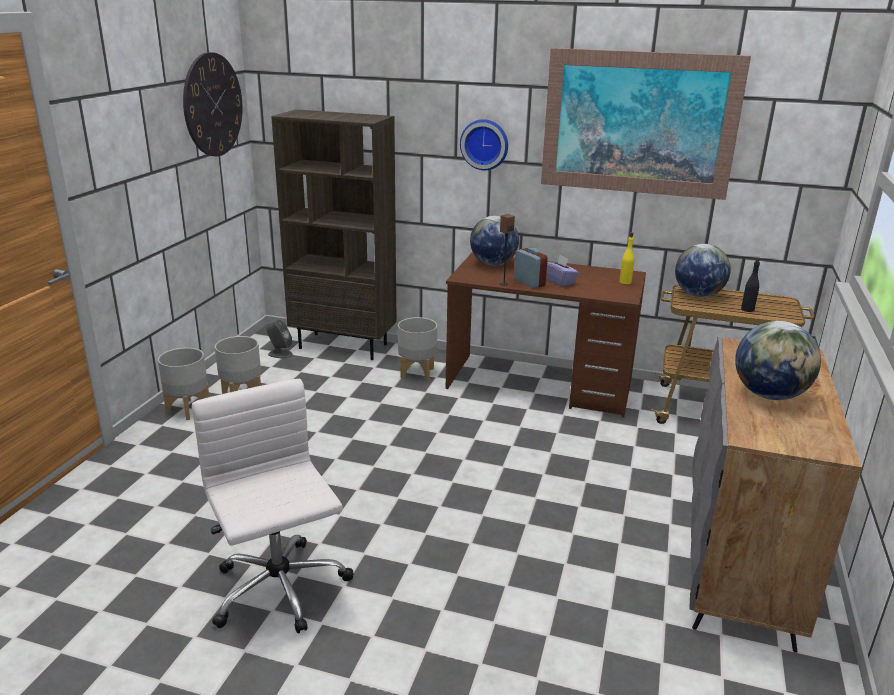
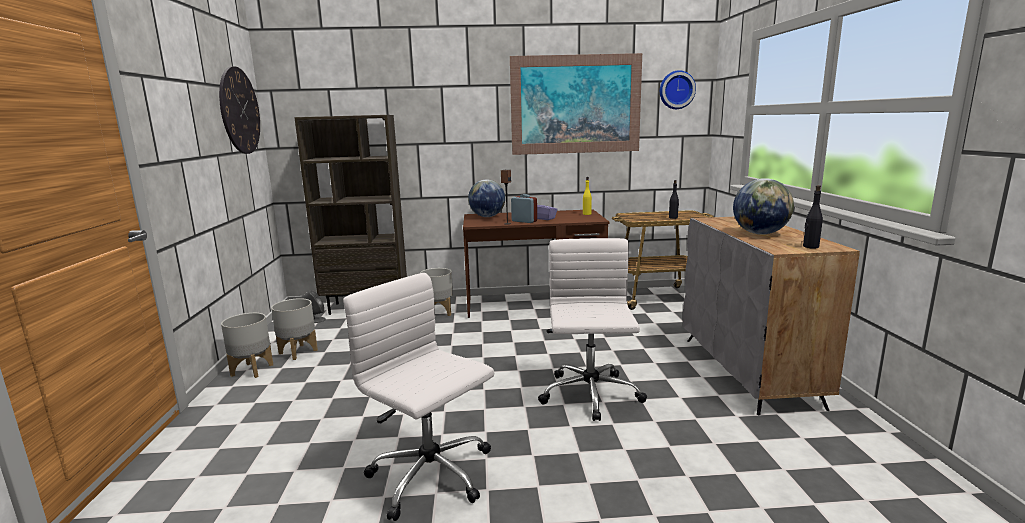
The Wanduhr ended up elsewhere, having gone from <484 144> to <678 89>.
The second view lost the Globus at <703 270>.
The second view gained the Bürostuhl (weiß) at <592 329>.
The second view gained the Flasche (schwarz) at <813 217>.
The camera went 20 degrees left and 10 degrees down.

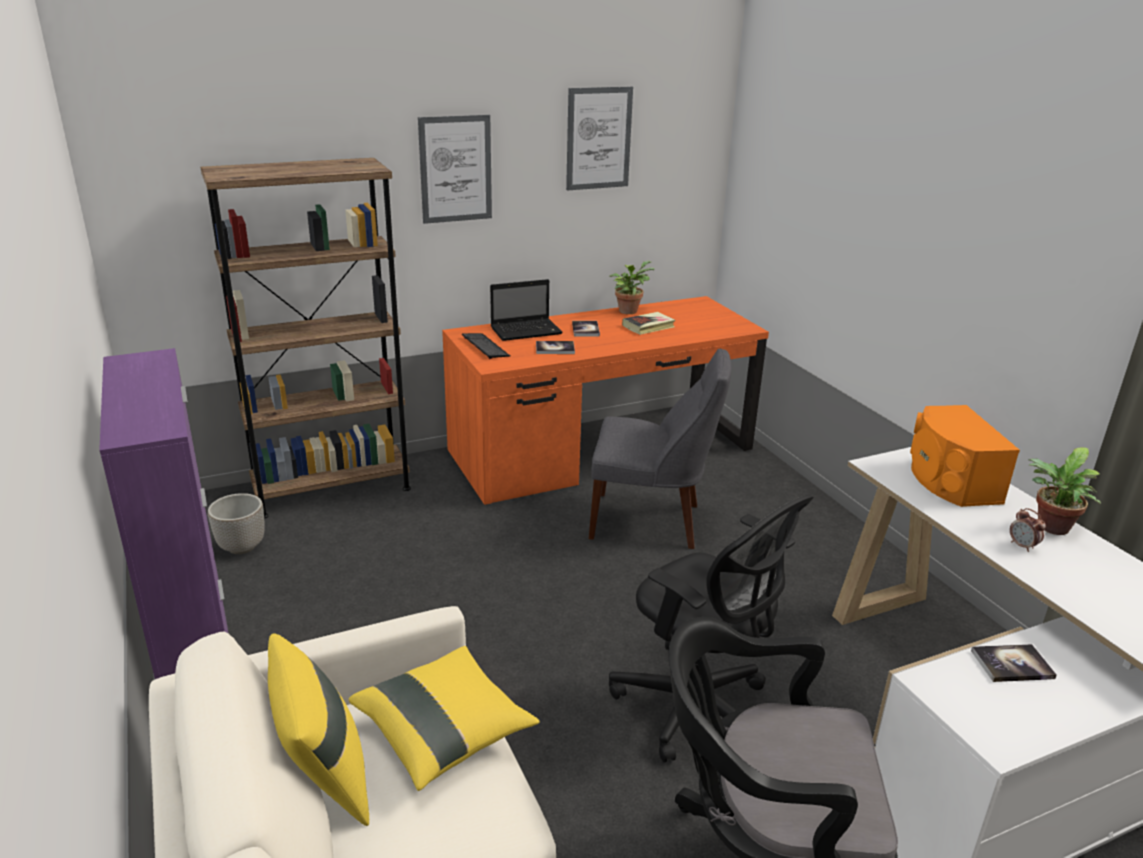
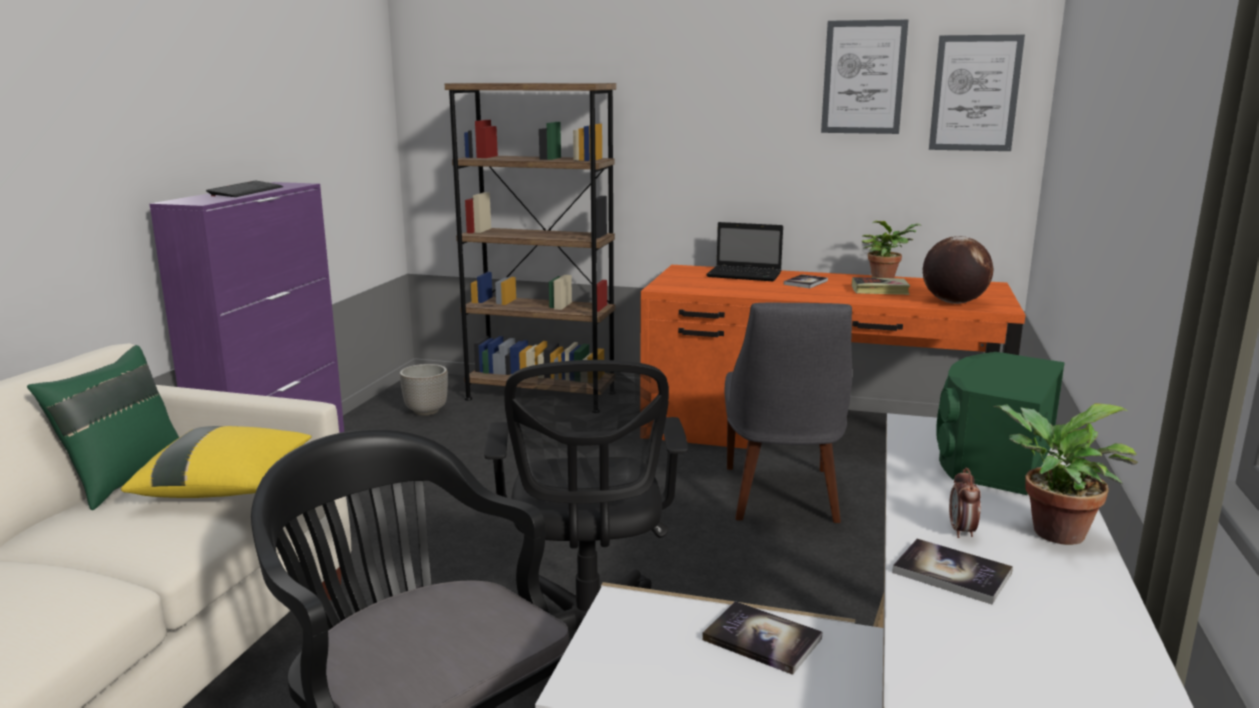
What was the Kissen (gelb) at <318 729> turned into the Kissen (grün) at <103 427>.
The Bild ended up elsewhere, having gone from <455 169> to <977 93>.
The Tastatur ended up elsewhere, having gone from <486 346> to <244 189>.
The Buch ended up elsewhere, having gone from <555 347> to <952 571>.
The Stuhl (grau) at <660 448> ended up facing another way, 45 degrees clockwise from before.
What was the Lautsprecher (orange) at <965 456> turned into the Lautsprecher (grün) at <1000 423>.
The second view gained the Globus at <957 270>.
The camera went 40 degrees right and 10 degrees down.

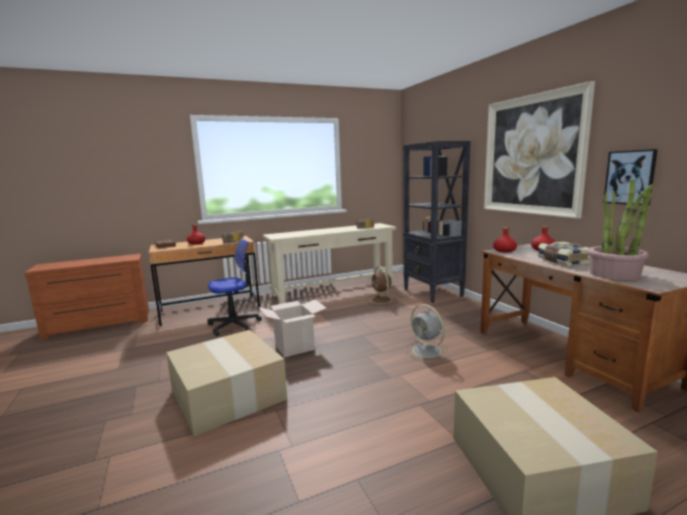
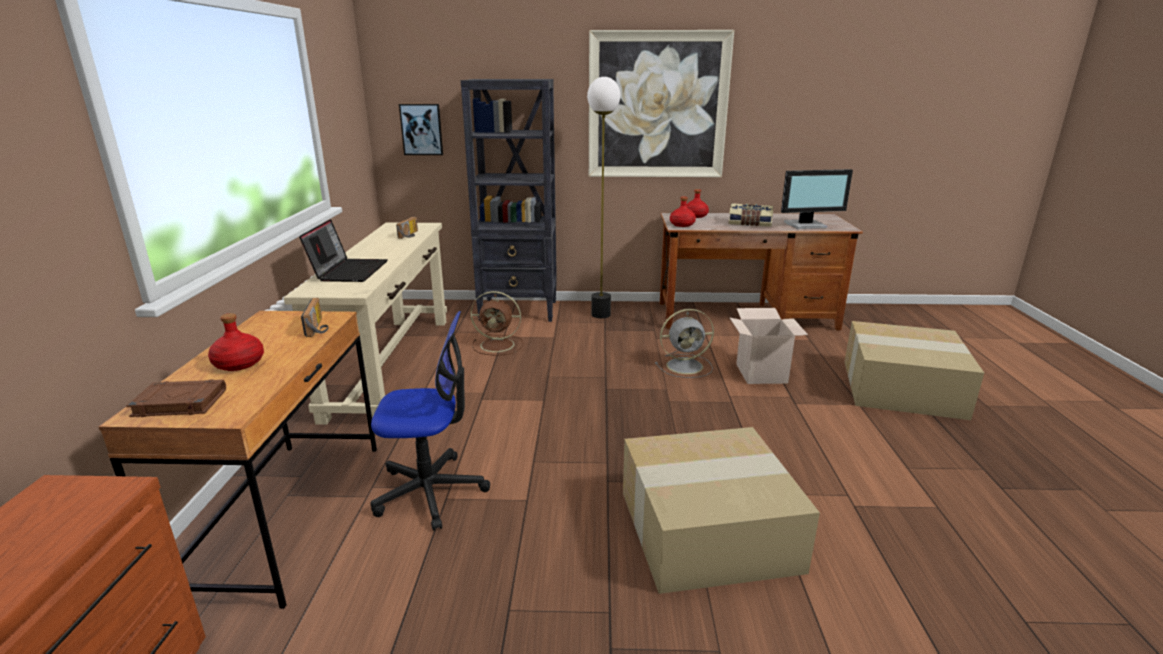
The Bürostuhl at <234 287> ended up facing another way, 90 degrees clockwise from before.
The Karton ended up elsewhere, having gone from <292 328> to <769 346>.
Where the Topfpflanze stood at <620 229>, the Monitor came to stand at <817 199>.
The Bild ended up elsewhere, having gone from <630 177> to <421 129>.
The second view gained the Laptop at <343 250>.
The second view gained the Stehlampe at <603 197>.
The camera went 65 degrees left and 10 degrees up.

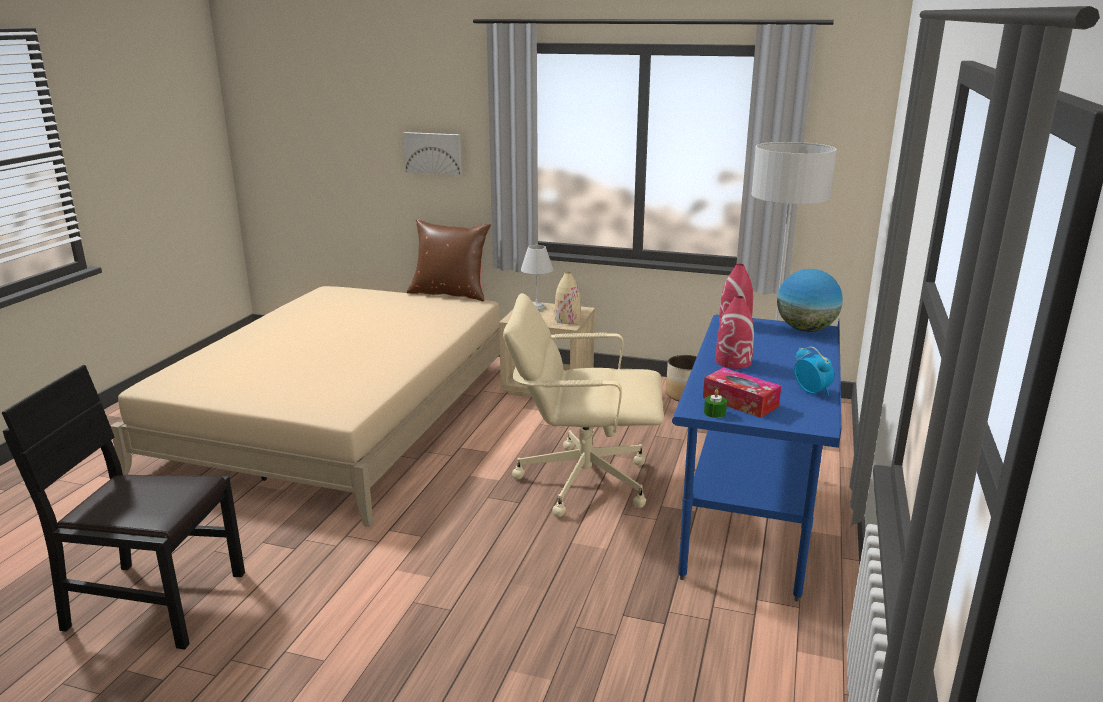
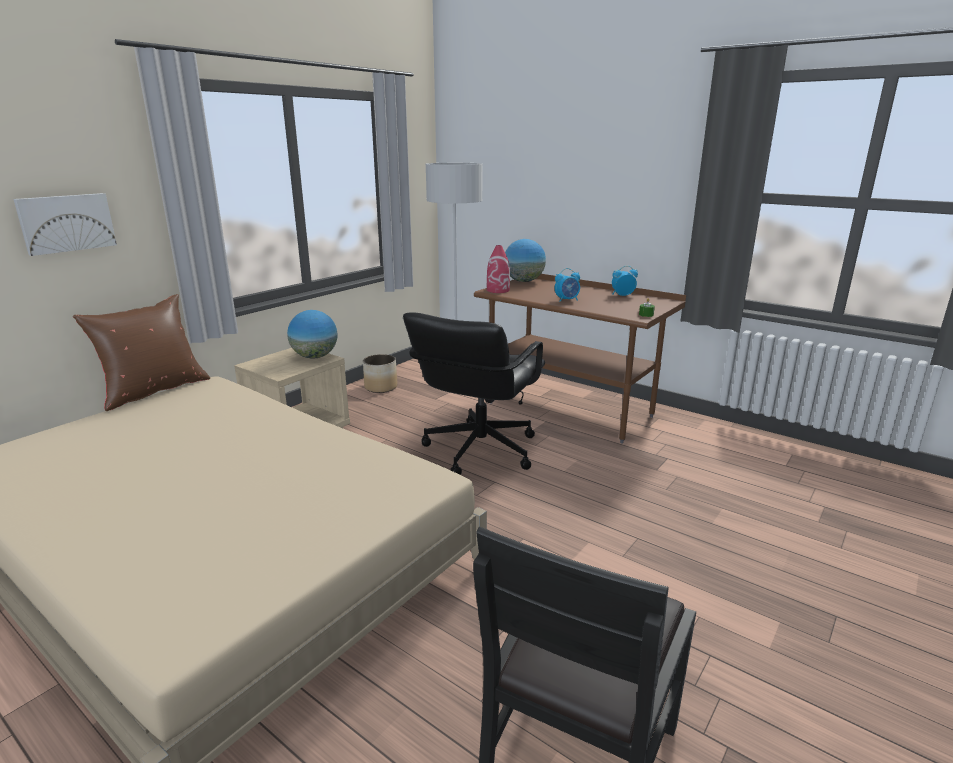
What was the Bürostuhl (beige) at <583 405> turned into the Bürostuhl (schwarz) at <474 393>.
The second view lost the Tischlampe (weiß) at <537 278>.
Where the Vase (beige) stood at <568 298>, the Globus came to stand at <312 334>.
What was the Schreibtisch (blau) at <757 458> turned into the Schreibtisch (braun) at <580 358>.
The second view lost the Taschentuchbox at <742 392>.
Where the Vase (rot) stood at <735 332>, the Wecker came to stand at <567 285>.
The camera went 70 degrees left and 0 degrees up.

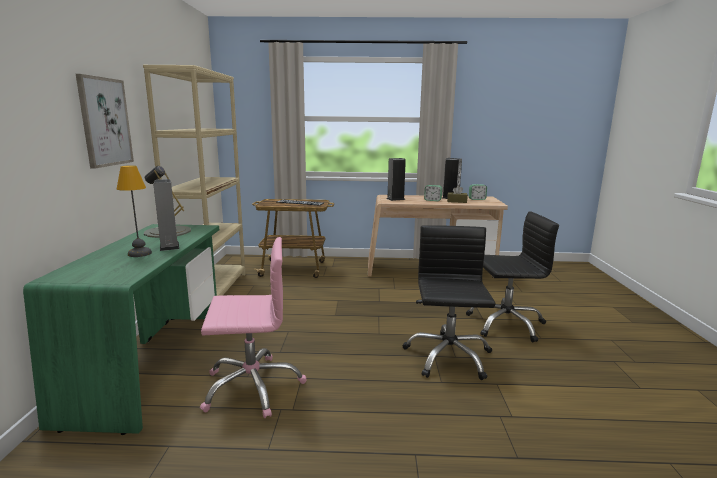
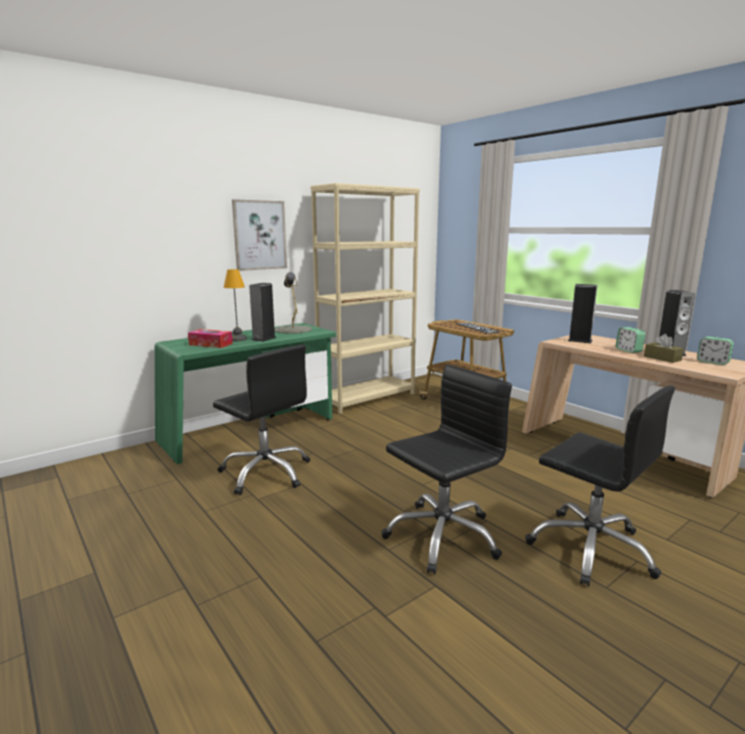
What was the Bürostuhl (rosa) at <253 327> turned into the Bürostuhl (schwarz) at <261 420>.
The second view gained the Taschentuchbox at <210 338>.
The camera went 50 degrees right and 0 degrees up.

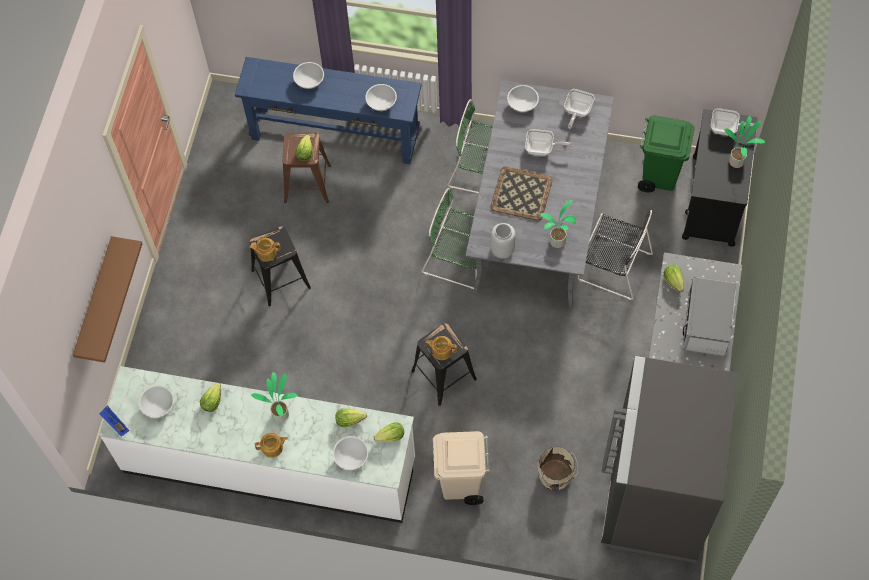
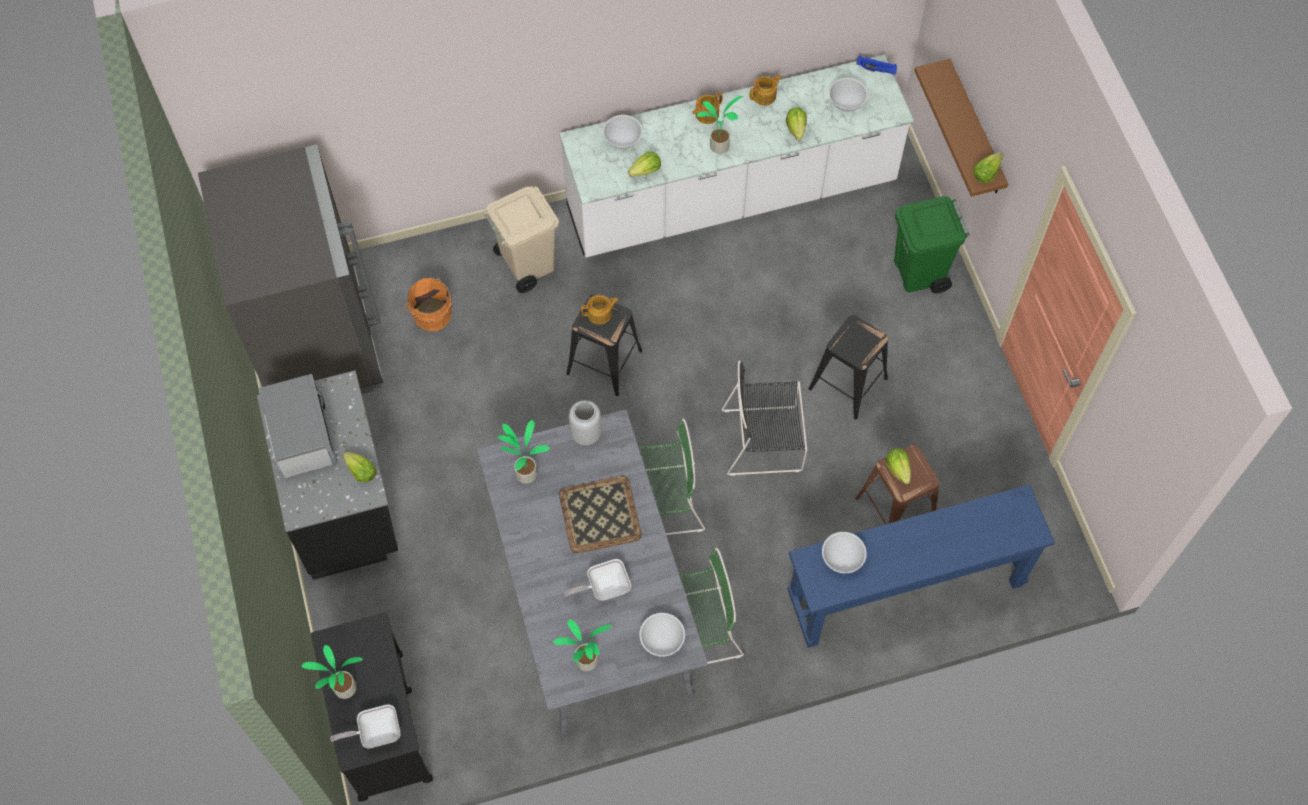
The Teekanne ended up elsewhere, having gone from <265 250> to <765 90>.
The second view lost the Schüssel (weiß) at <308 75>.
The Salatkopf ended up elsewhere, having gone from <389 432> to <988 168>.
What was the Eimer (beige) at <558 468> turned into the Eimer (orange) at <428 304>.
Where the Pfanne stood at <579 109>, the Topfpflanze came to stand at <582 645>.
The Stuhl (schwarz) ended up elsewhere, having gone from <615 255> to <764 418>.
The Mülleimer (grün) ended up elsewhere, having gone from <666 154> to <932 244>.
The camera went 150 degrees right and 0 degrees up.

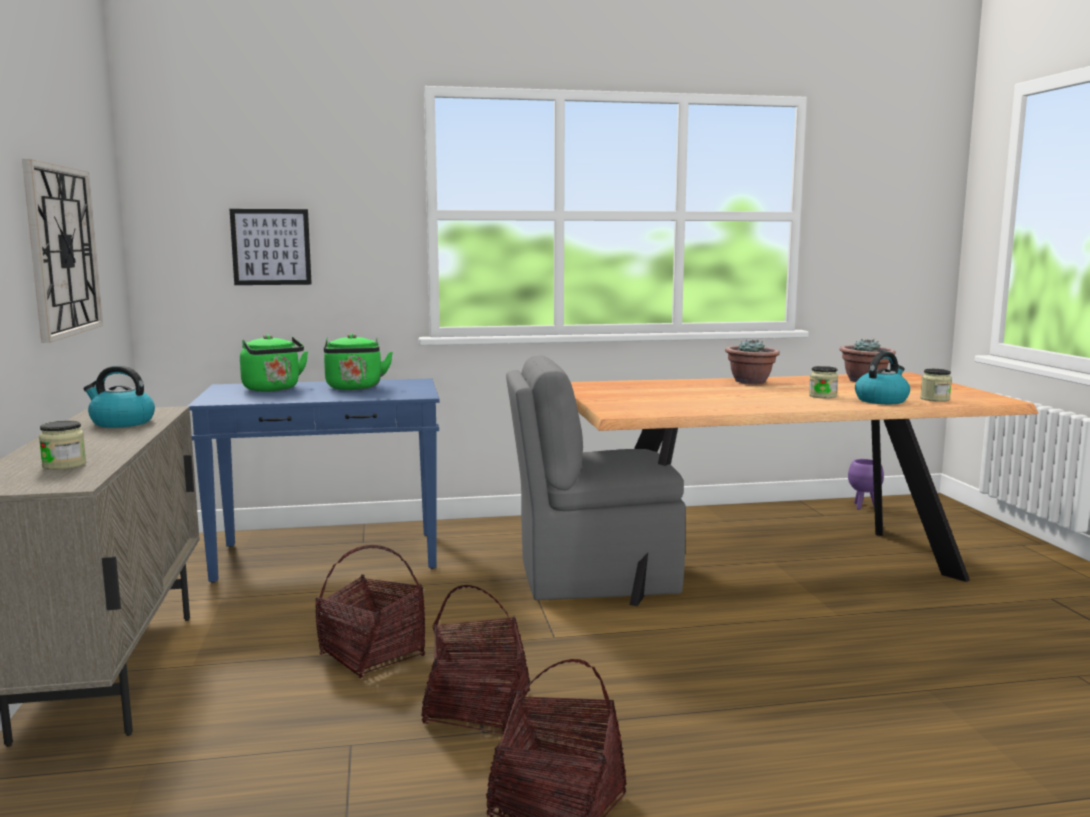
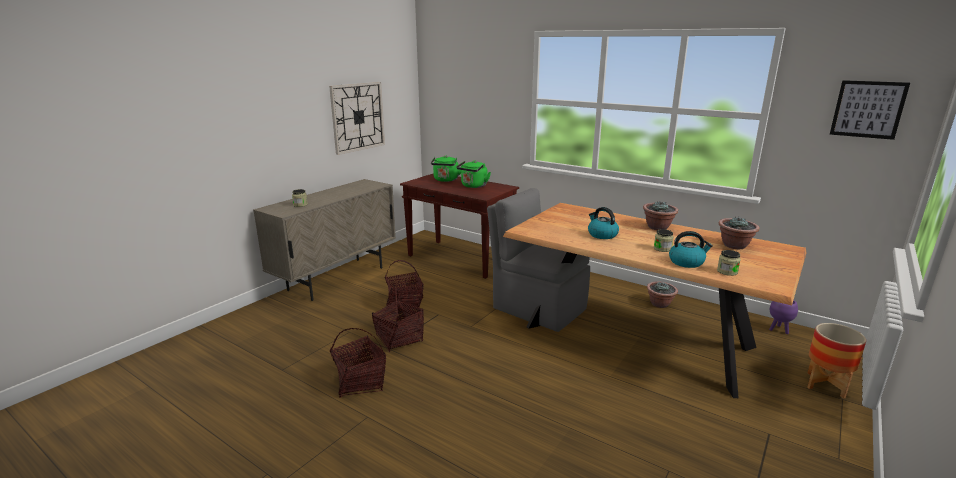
The Wasserkessel ended up elsewhere, having gone from <119 397> to <603 223>.
What was the Konsolentisch (blau) at <313 481> turned into the Konsolentisch (braun) at <459 226>.
The Bild ended up elsewhere, having gone from <271 247> to <870 110>.
The second view gained the Topfpflanze at <662 295>.
The second view gained the Pflanzkübel at <836 361>.
The camera went 45 degrees right and 10 degrees up.

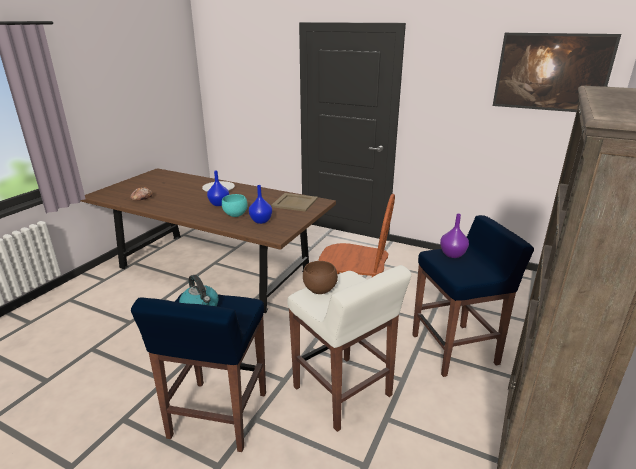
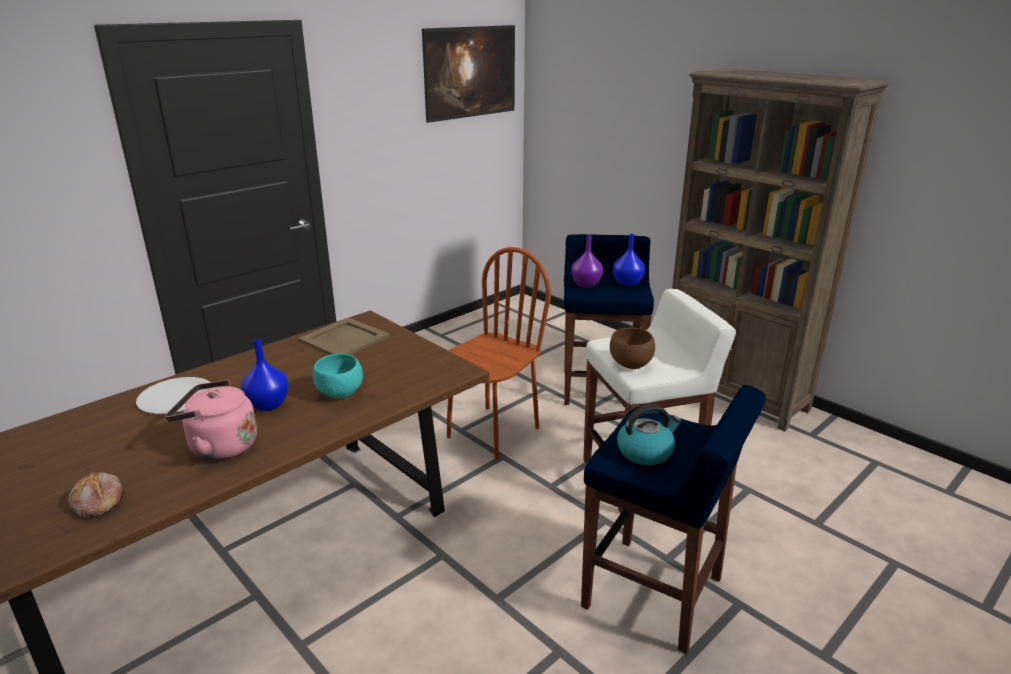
The Vase (blau) ended up elsewhere, having gone from <260 204> to <629 260>.
The second view gained the Wasserkessel (rosa) at <211 420>.
The camera went 70 degrees left and 0 degrees up.

